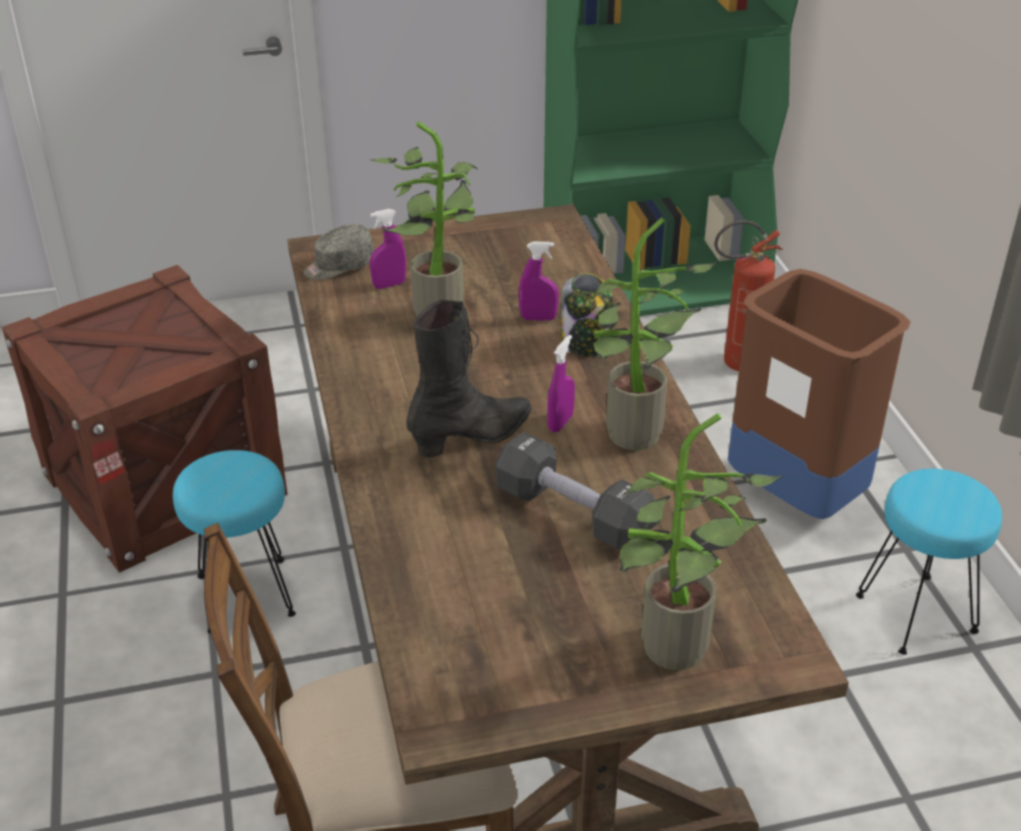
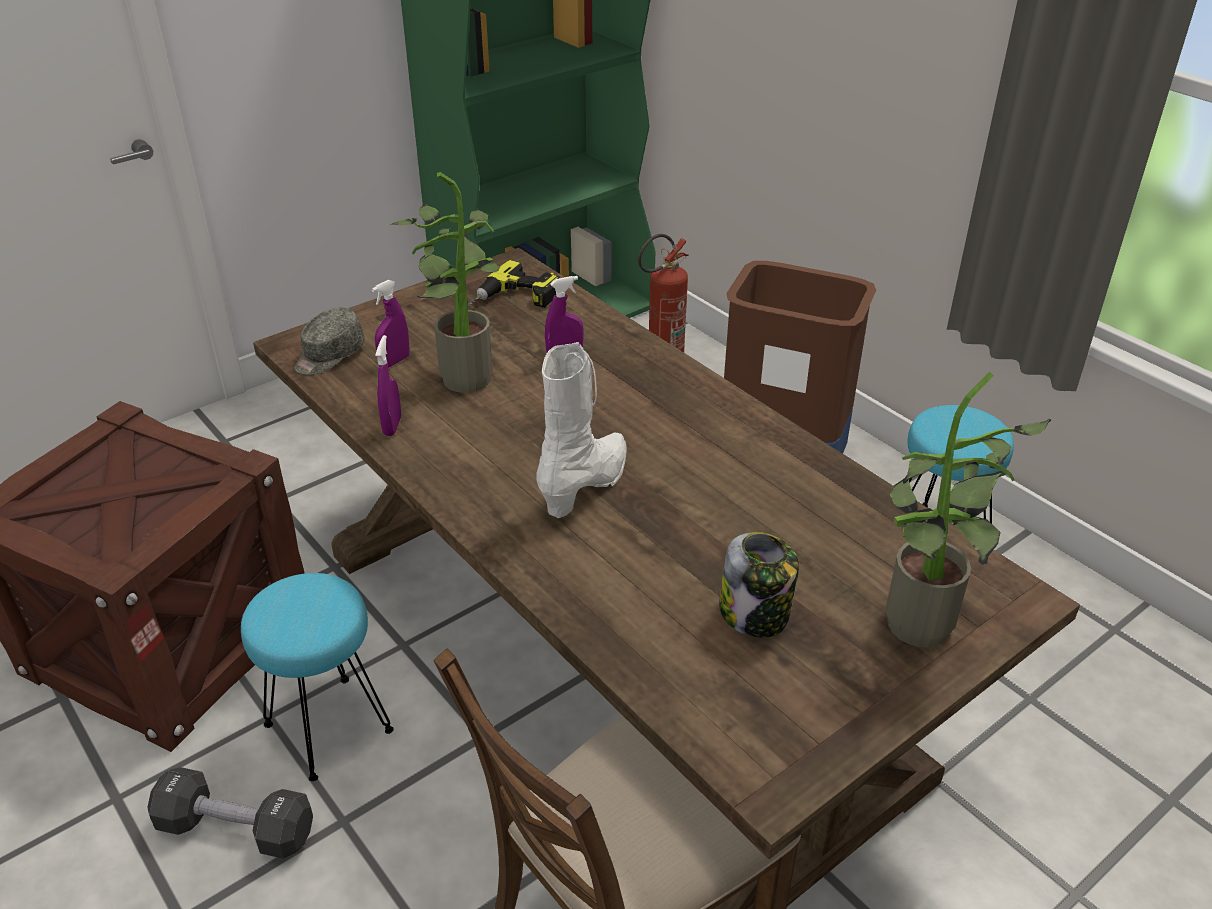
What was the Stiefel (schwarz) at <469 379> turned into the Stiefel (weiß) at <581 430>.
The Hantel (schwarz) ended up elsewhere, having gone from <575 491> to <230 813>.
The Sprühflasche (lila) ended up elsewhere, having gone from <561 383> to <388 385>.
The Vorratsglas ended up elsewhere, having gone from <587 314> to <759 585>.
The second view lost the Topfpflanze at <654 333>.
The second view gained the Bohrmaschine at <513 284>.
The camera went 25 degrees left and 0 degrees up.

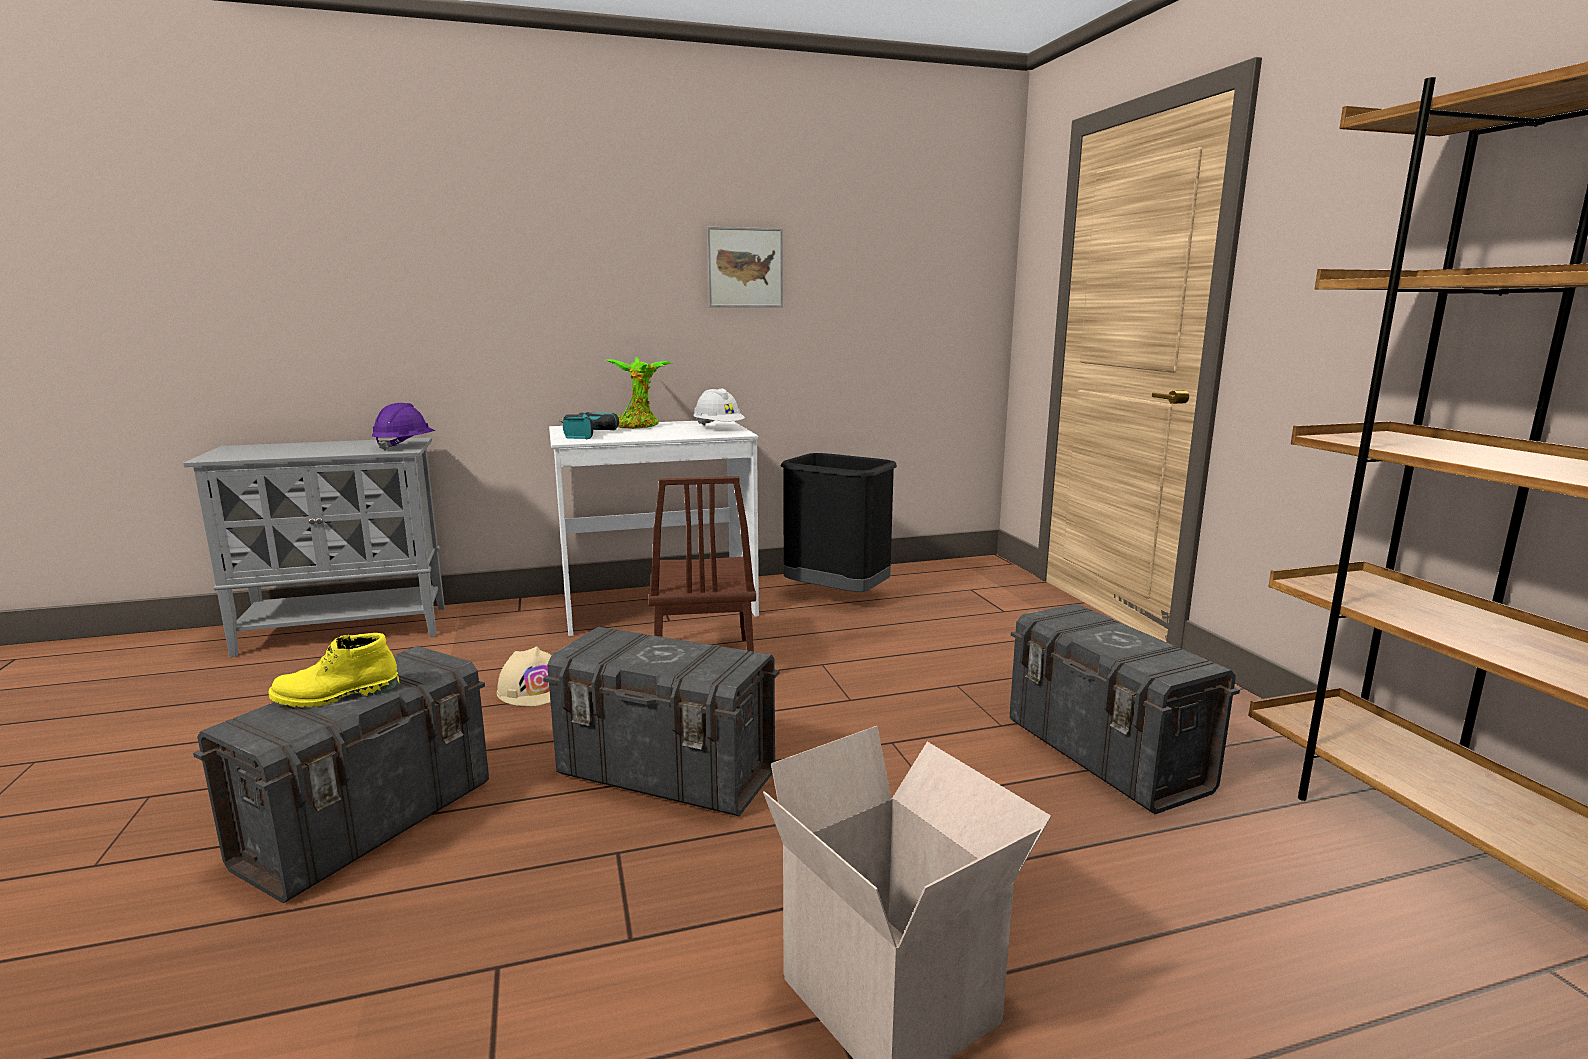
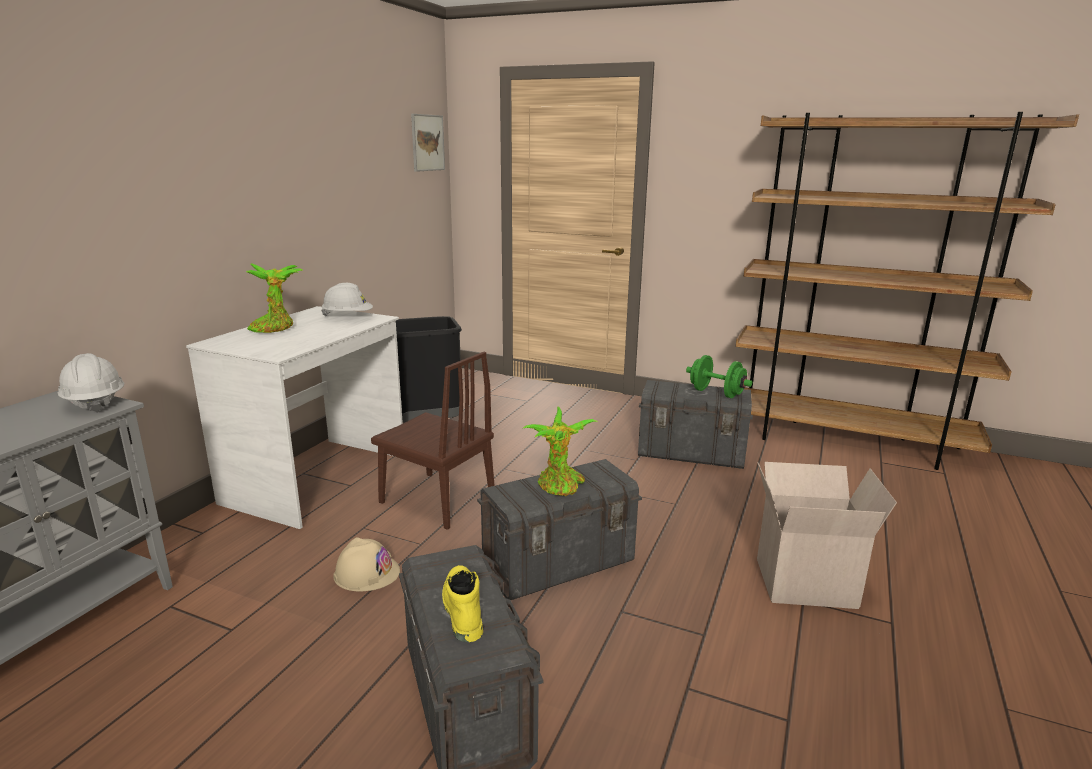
The Stiefel (gelb) at <333 670> ended up facing another way, 150 degrees clockwise from before.
What was the Schutzhelm (lila) at <403 427> turned into the Schutzhelm (weiß) at <91 383>.
The second view lost the Bohrmaschine at <589 425>.
The Bild ended up elsewhere, having gone from <745 267> to <428 143>.
The second view gained the Topfpflanze at <560 451>.
The second view gained the Hantel (grün) at <719 376>.
The camera went 50 degrees left and 5 degrees up.

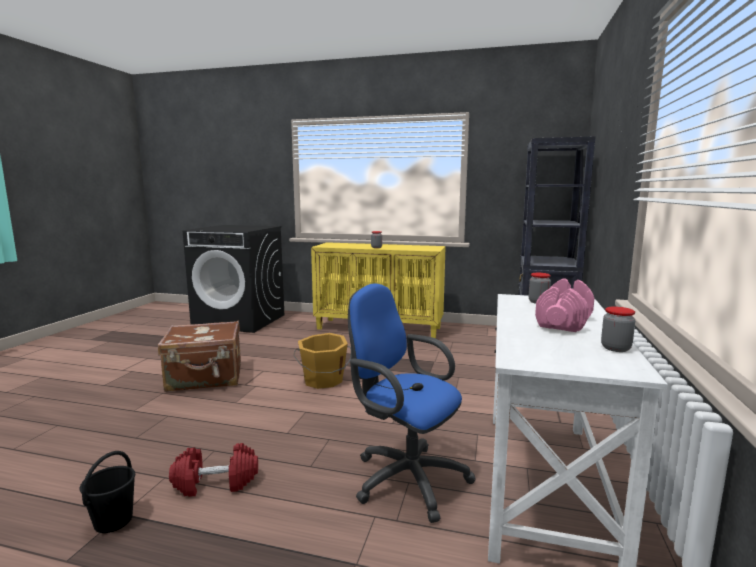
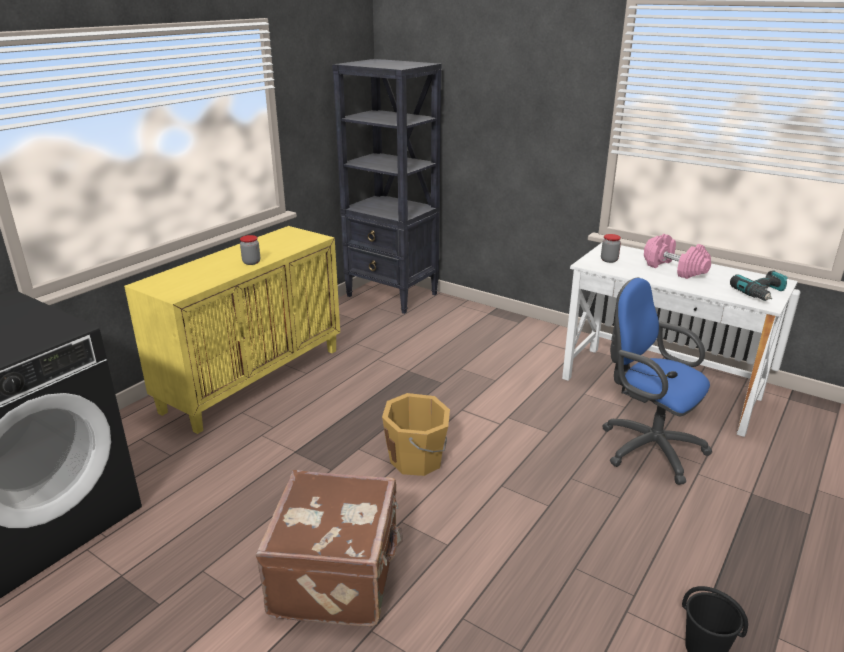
The second view lost the Hantel (rot) at <213 470>.
The Bürostuhl (blau) at <412 403> ended up facing another way, 75 degrees clockwise from before.
The second view lost the Vorratsglas at <618 329>.
The second view gained the Bohrmaschine at <759 285>.
The camera went 70 degrees left and 15 degrees up.

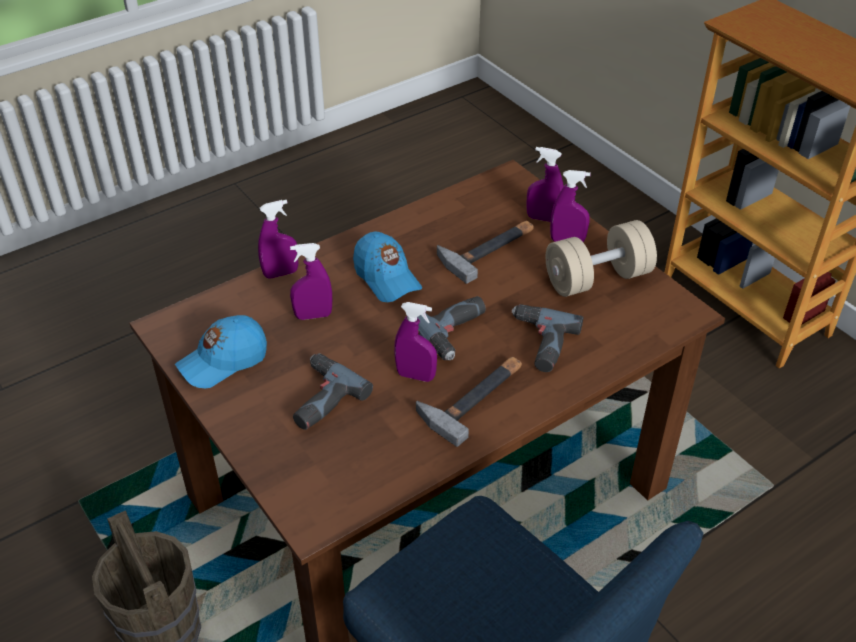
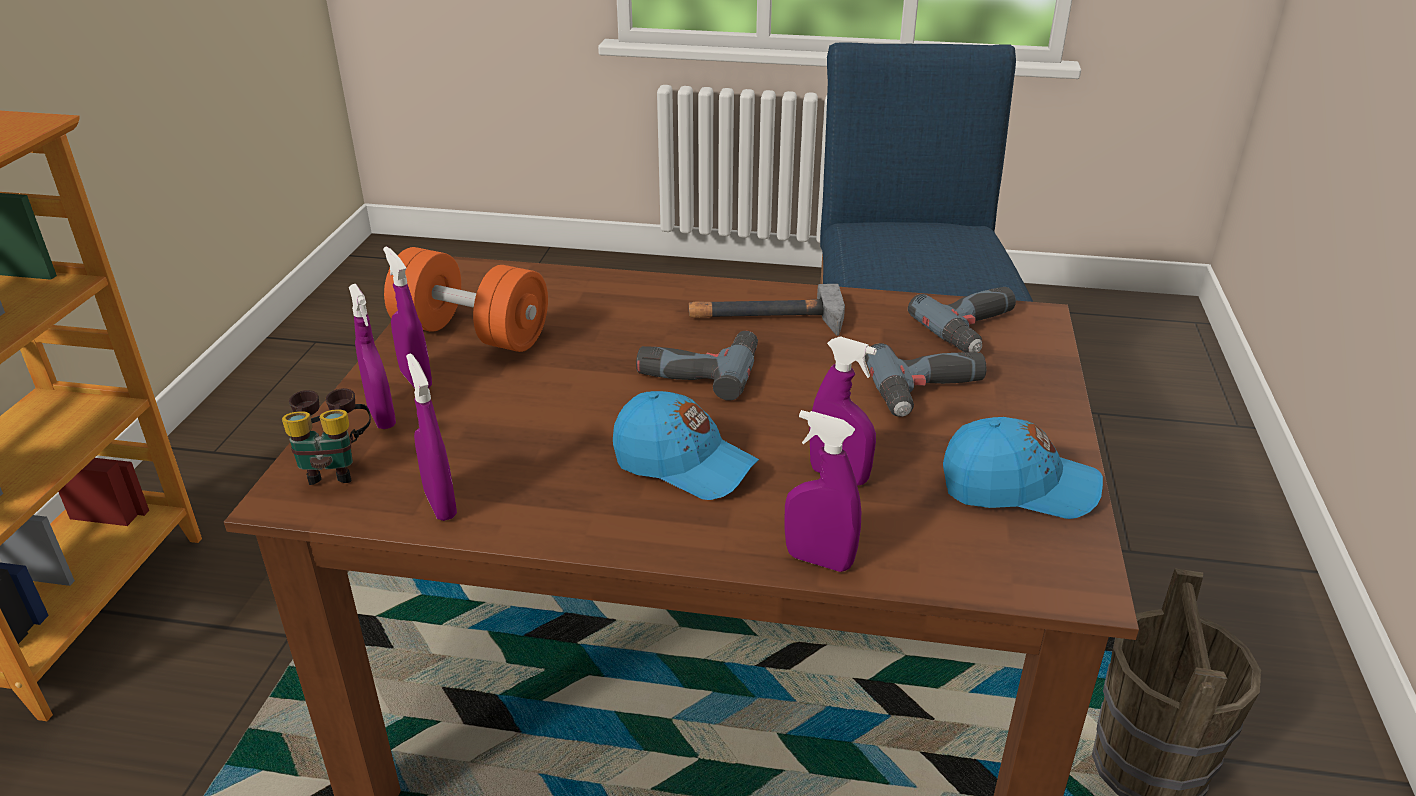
The Kappe (blau) at <387 266> ended up facing another way, 105 degrees clockwise from before.
The Sprühflasche (lila) ended up elsewhere, having gone from <415 342> to <431 437>.
The second view lost the Hammer at <485 252>.
The Bohrmaschine ended up elsewhere, having gone from <547 338> to <962 320>.
What was the Hantel (beige) at <601 258> turned into the Hantel (orange) at <466 299>.
The second view gained the Fernglas at <326 436>.
The camera went 135 degrees left and 10 degrees down.

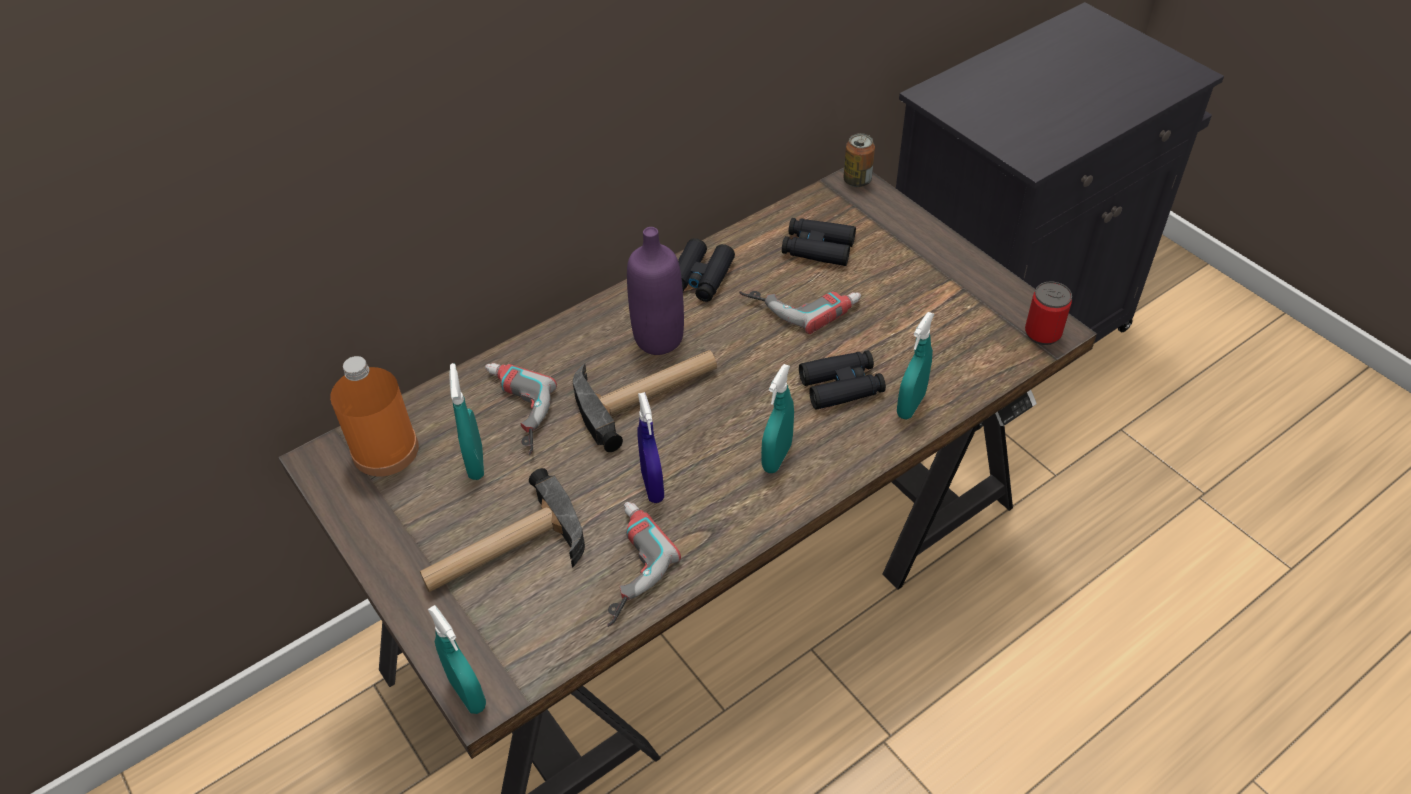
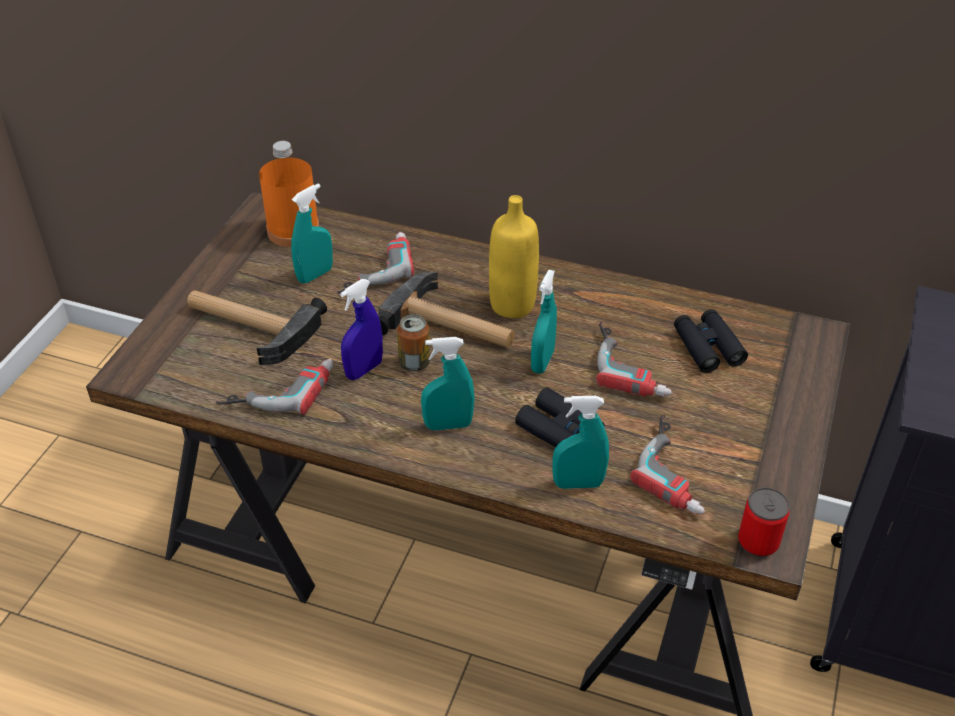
The Sprühflasche (türkis) ended up elsewhere, having gone from <457 659> to <544 321>.
What was the Flasche (lila) at <655 291> turned into the Flasche (gelb) at <514 256>.
The second view lost the Fernglas (schwarz) at <706 270>.
The Dose ended up elsewhere, having gone from <859 160> to <413 342>.
The second view gained the Bohrmaschine at <667 464>.
The camera went 55 degrees right and 5 degrees down.

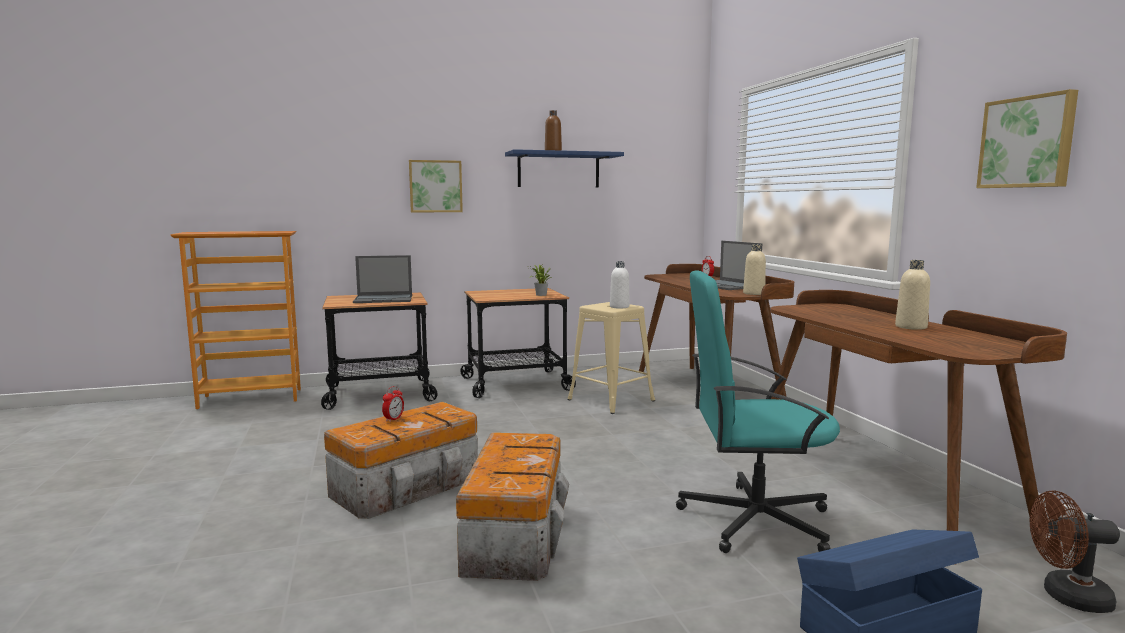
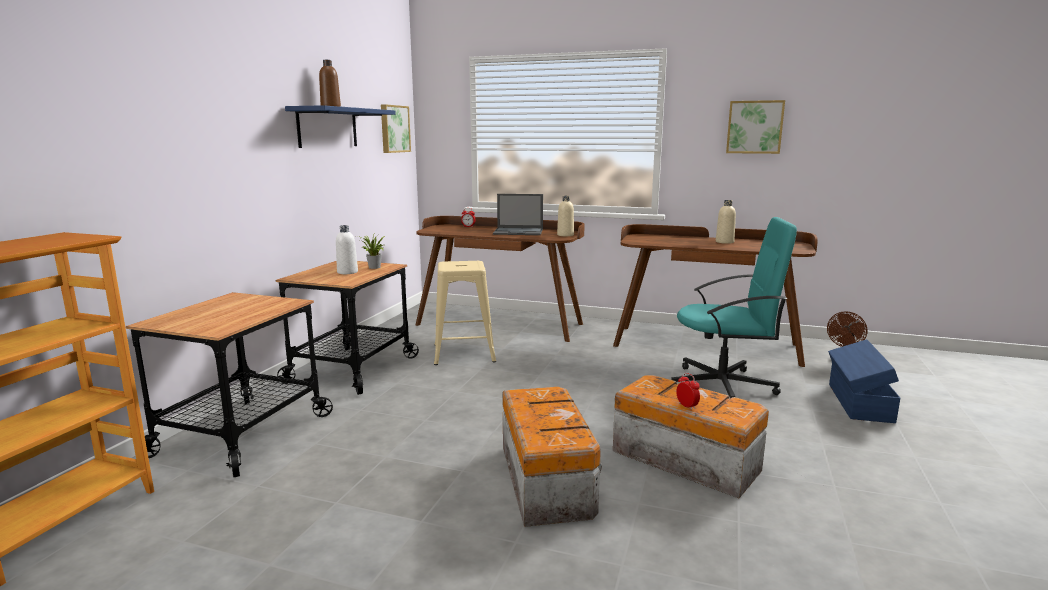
The second view lost the Laptop at <382 279>.
The Wecker ended up elsewhere, having gone from <393 404> to <688 391>.
The Bild ended up elsewhere, having gone from <436 186> to <396 128>.
The Flasche (weiß) ended up elsewhere, having gone from <620 284> to <347 249>.
The Bürostuhl (türkis) at <758 411> ended up facing another way, 120 degrees counterclockwise from before.
The camera went 55 degrees left and 5 degrees up.

